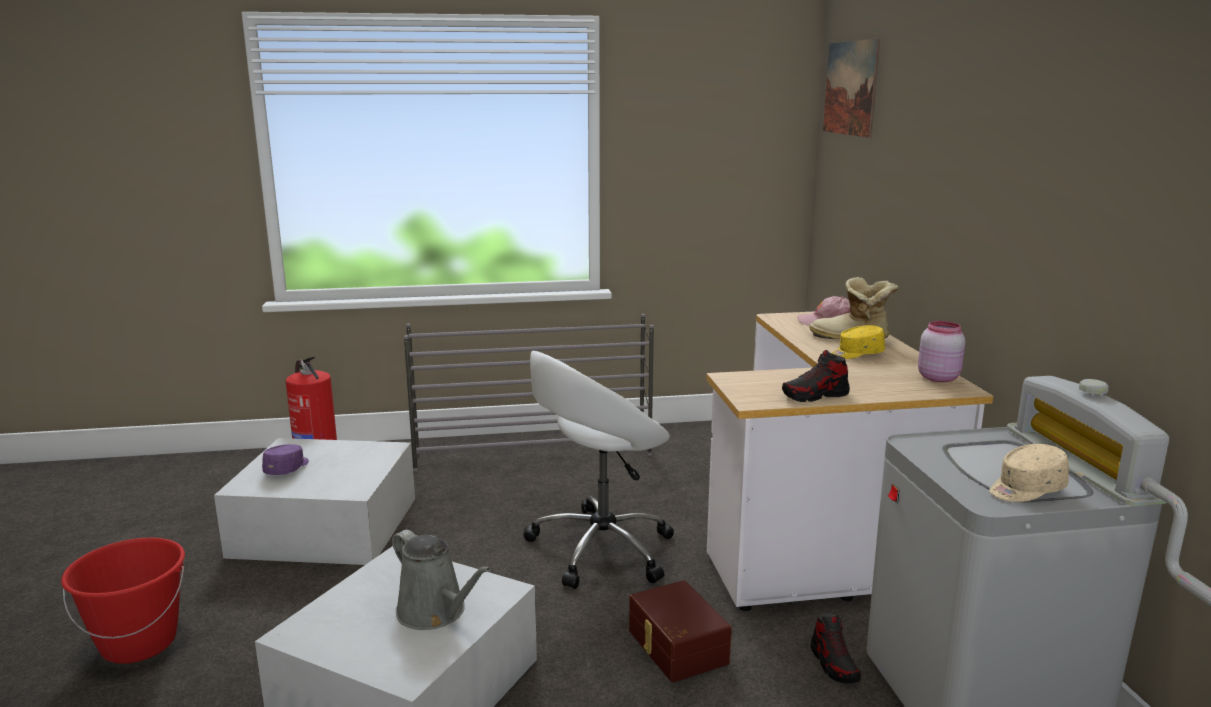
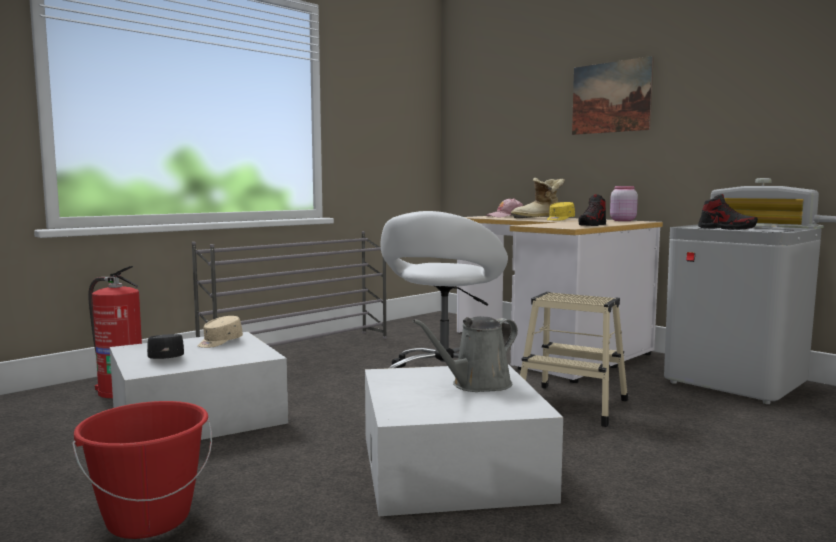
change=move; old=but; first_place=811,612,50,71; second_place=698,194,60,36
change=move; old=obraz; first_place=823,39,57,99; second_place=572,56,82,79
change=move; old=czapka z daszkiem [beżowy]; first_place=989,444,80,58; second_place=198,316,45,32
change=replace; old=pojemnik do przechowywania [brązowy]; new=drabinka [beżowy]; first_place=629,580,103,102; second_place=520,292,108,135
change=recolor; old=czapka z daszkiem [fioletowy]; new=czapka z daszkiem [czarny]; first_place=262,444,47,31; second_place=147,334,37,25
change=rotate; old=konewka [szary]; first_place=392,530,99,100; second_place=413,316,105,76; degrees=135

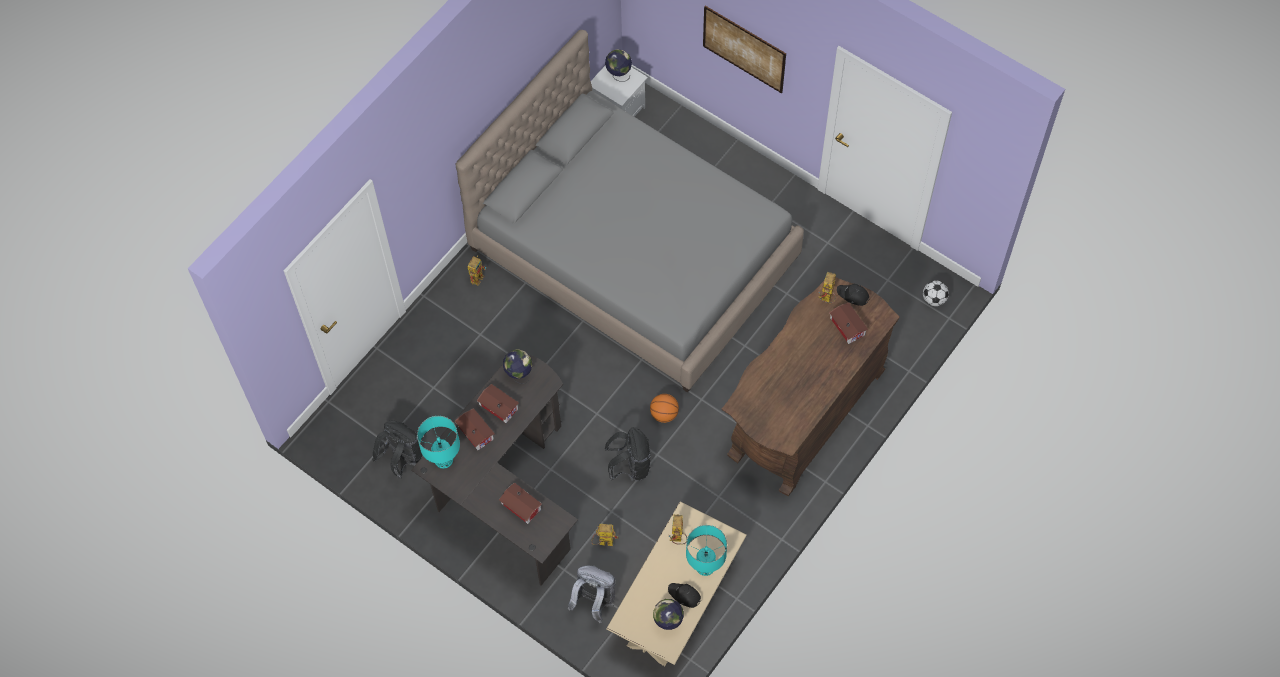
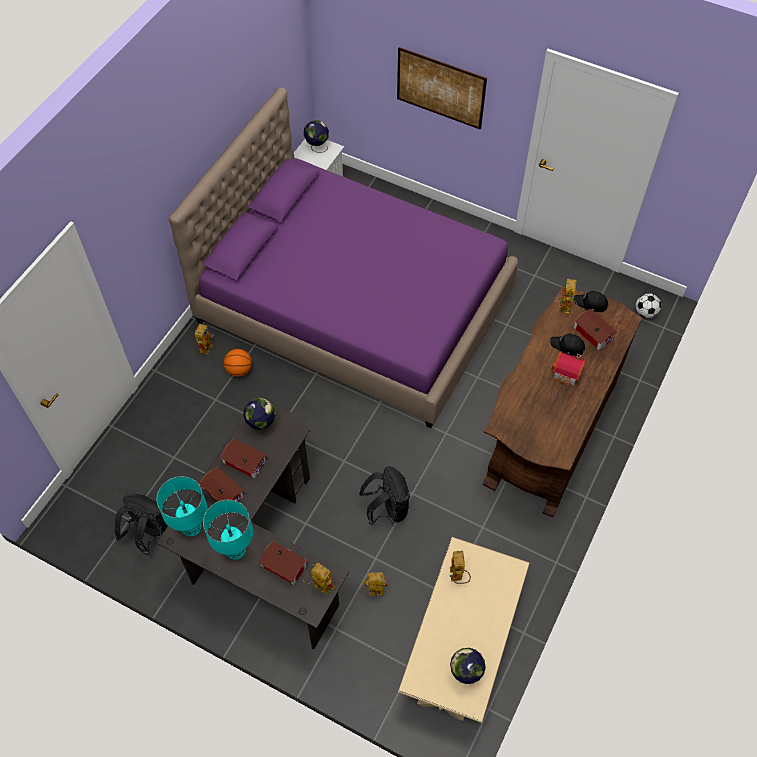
change=delete; old=plecak [szary]; first_place=567,565,48,58
change=insert; new=robot zabawkowy; second_place=303,563,33,32
change=insert; new=domek; second_place=551,351,35,38
change=move; old=piłka do koszykówki; first_place=650,394,29,29; second_place=224,349,28,28
change=move; old=czapka z daszkiem [czarny]; first_place=668,583,33,25; second_place=550,333,35,23
change=move; old=lampa stołowa [turkusowy]; first_place=686,525,41,51; second_place=203,500,50,60
change=recolor; old=łóżko [szary]; new=łóżko [fioletowy]; first_place=456,30,348,363; second_place=169,87,349,341

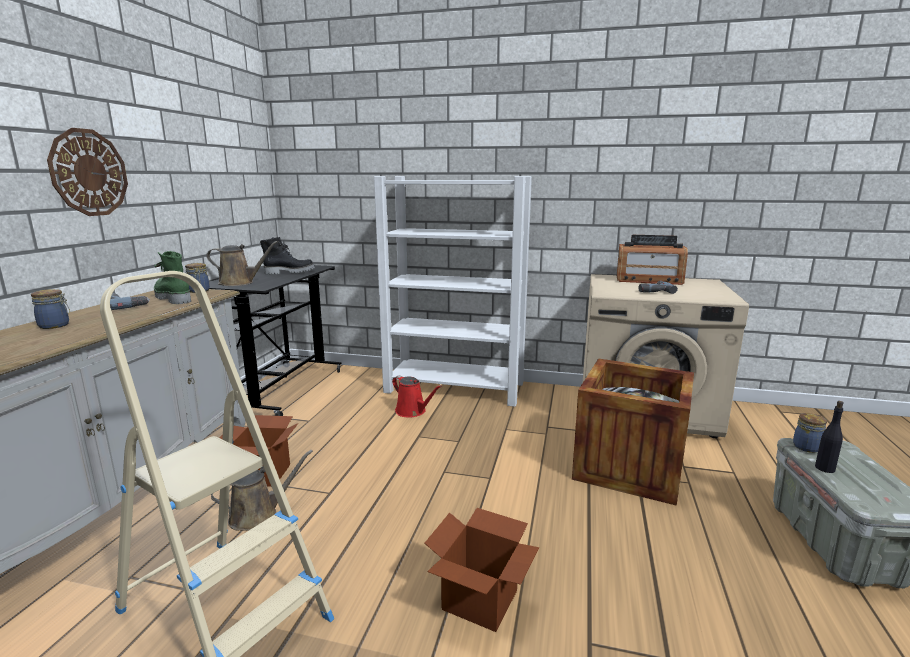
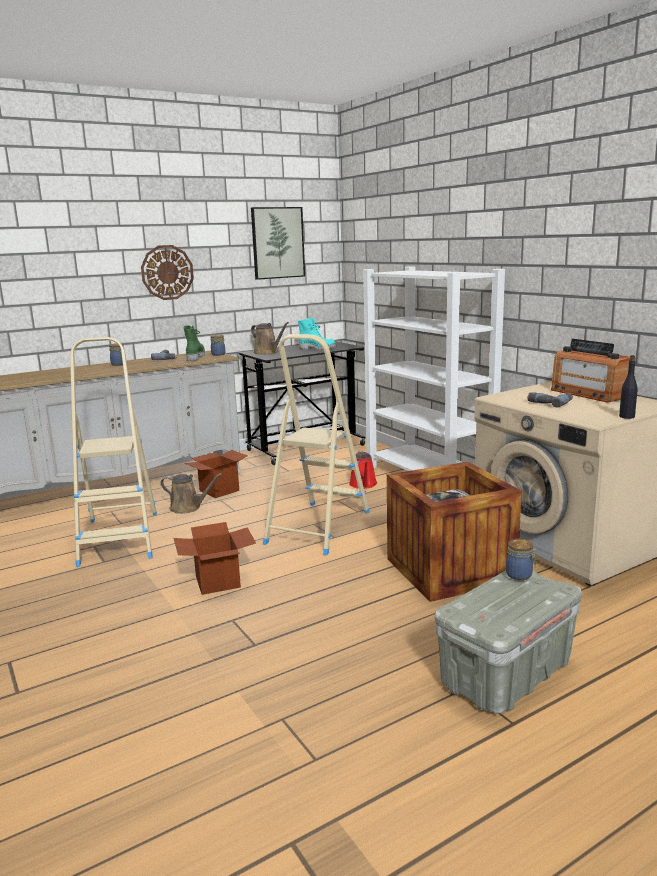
change=insert; new=obraz; second_place=251,207,54,73
change=insert; new=drabinka [beżowy]; second_place=263,334,107,222
change=move; old=butelka [czarny]; first_place=815,401,29,72; second_place=619,355,19,64
change=recolor; old=but z cholewką [czarny]; new=but z cholewką [turkusowy]; first_place=260,237,55,38; second_place=298,318,39,32

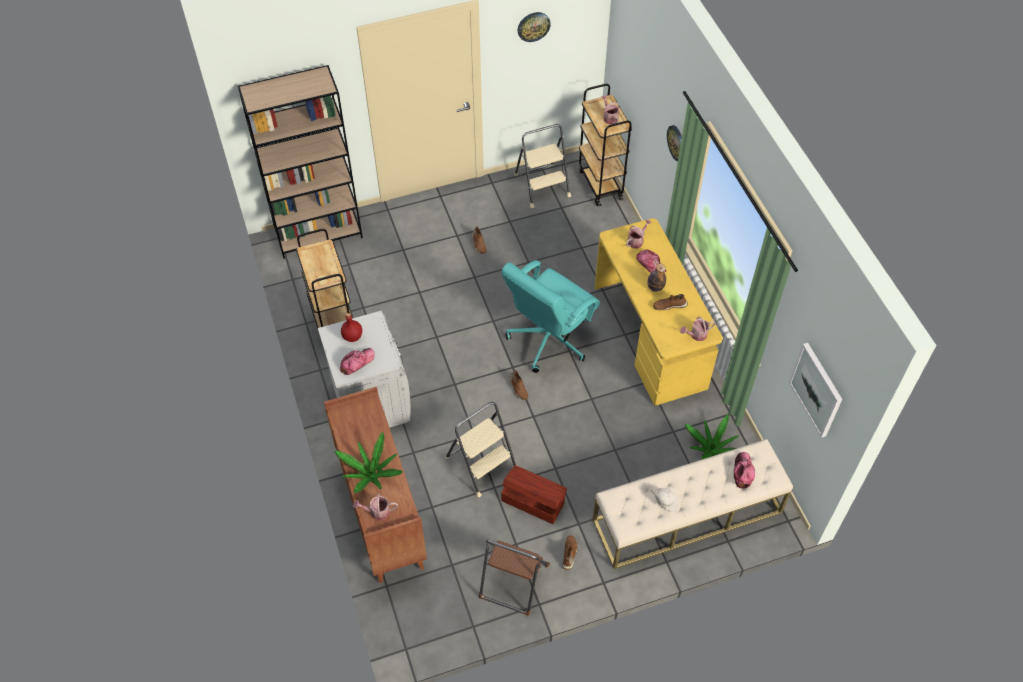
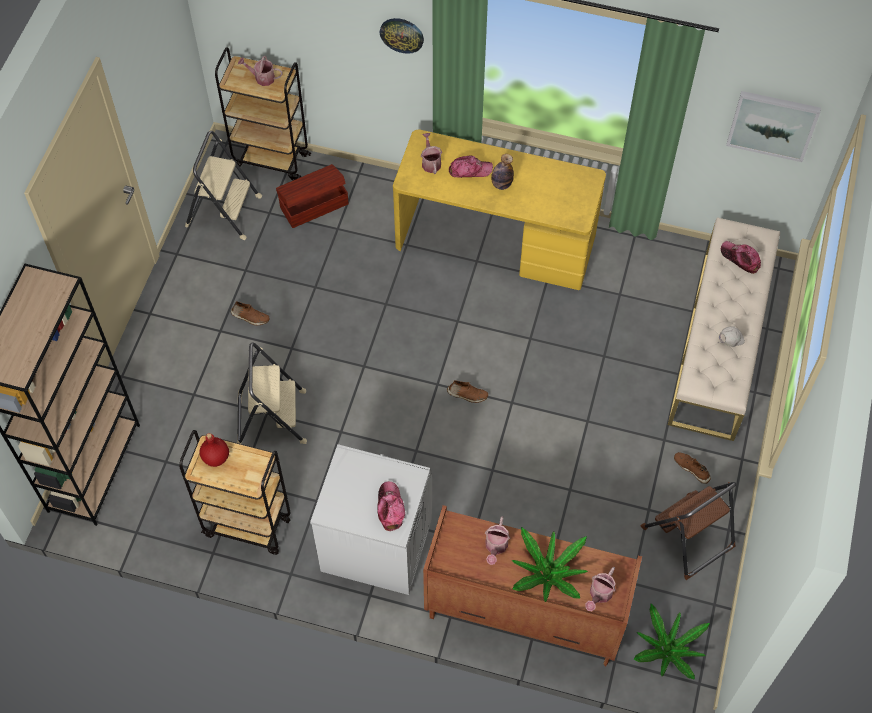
change=delete; old=krzesło biurowe [turkusowy]; first_place=502,260,98,113
change=delete; old=zegar ścienny; first_place=518,12,33,30
change=delete; old=but [brązowy]; first_place=653,294,35,16
change=move; old=butelka [czerwony]; first_place=341,313,21,29; second_place=199,433,30,34
change=move; old=drabinka [beżowy]; first_place=445,402,72,95; second_place=237,343,70,101
change=move; old=pojemnik do przechowywania [brązowy]; first_place=501,465,66,59; second_place=276,164,73,64
change=move; old=konewka; first_place=680,317,36,24; second_place=485,516,26,49
change=move; old=roślina doniczkowa; first_place=685,415,54,45; second_place=634,604,76,76

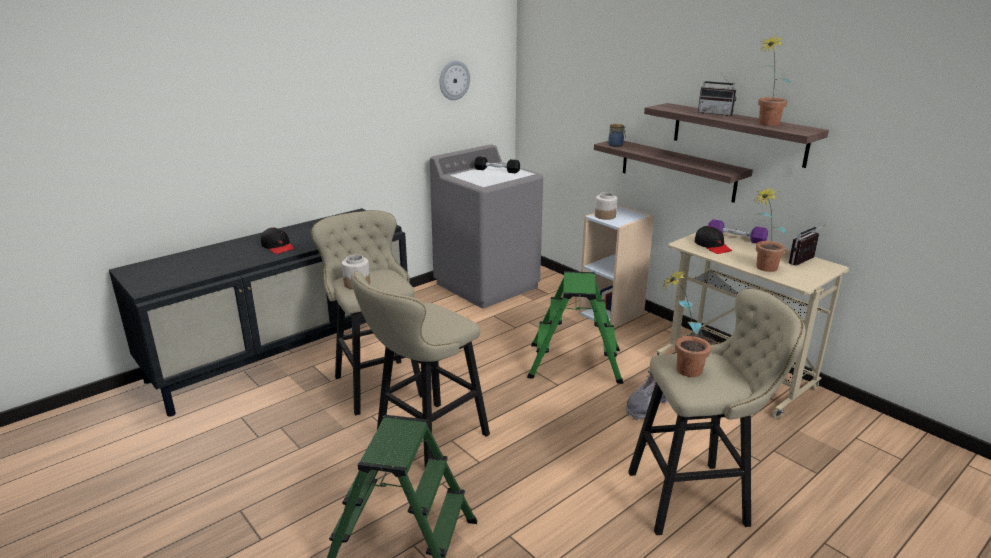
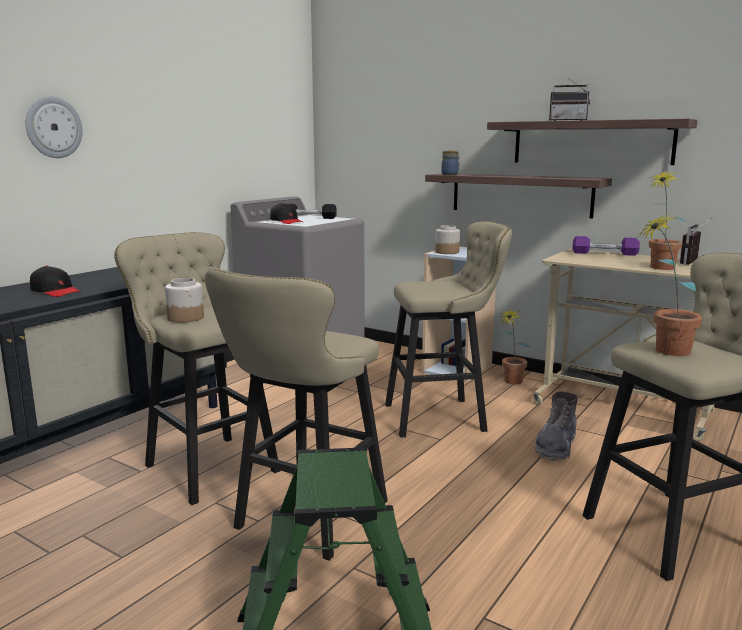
change=move; old=zegar ścienny; first_place=439,61,31,39; second_place=26,96,56,62
change=move; old=czapka z daszkiem [czarny]; first_place=695,226,37,28; second_place=270,203,34,21
change=move; old=roślina doniczkowa; first_place=758,34,33,92; second_place=498,307,32,77
change=replace; old=drabinka [zielony]; new=stołek [beżowy]; first_place=527,271,96,113; second_place=385,221,127,217

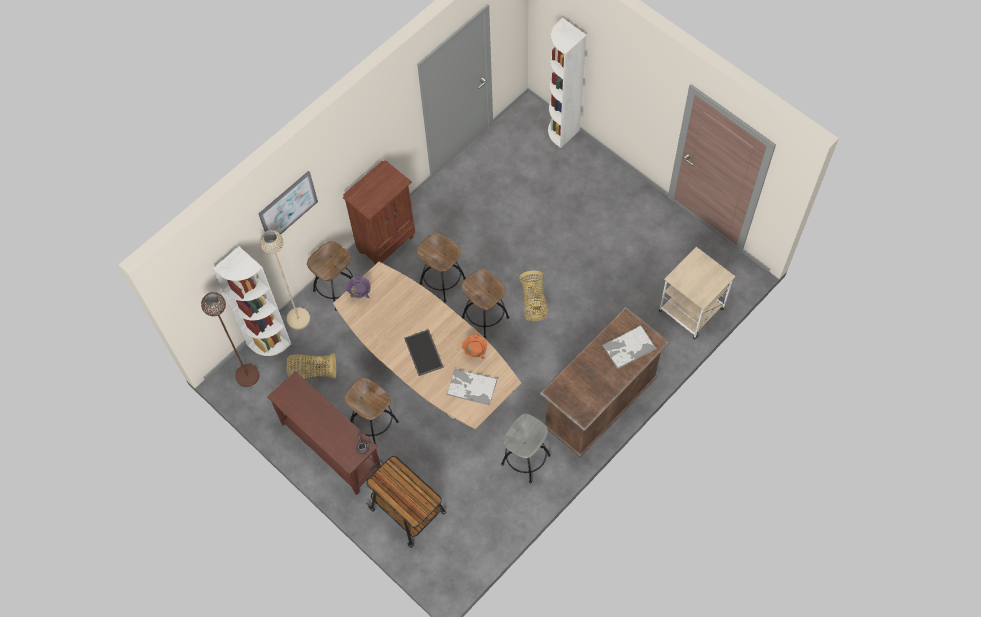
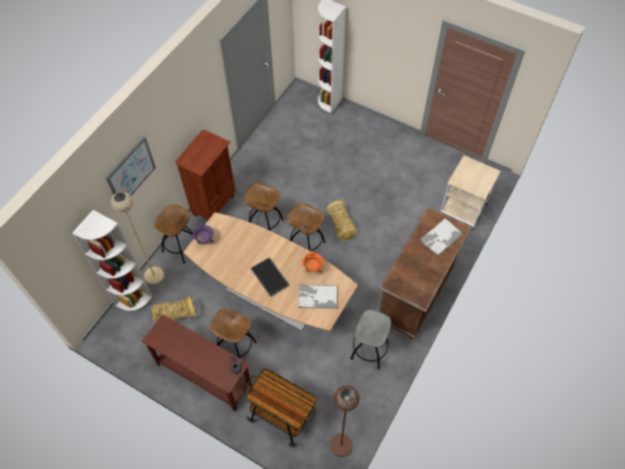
change=move; old=lampa stojąca [brązowy]; first_place=201,292,58,95; second_place=330,386,29,71

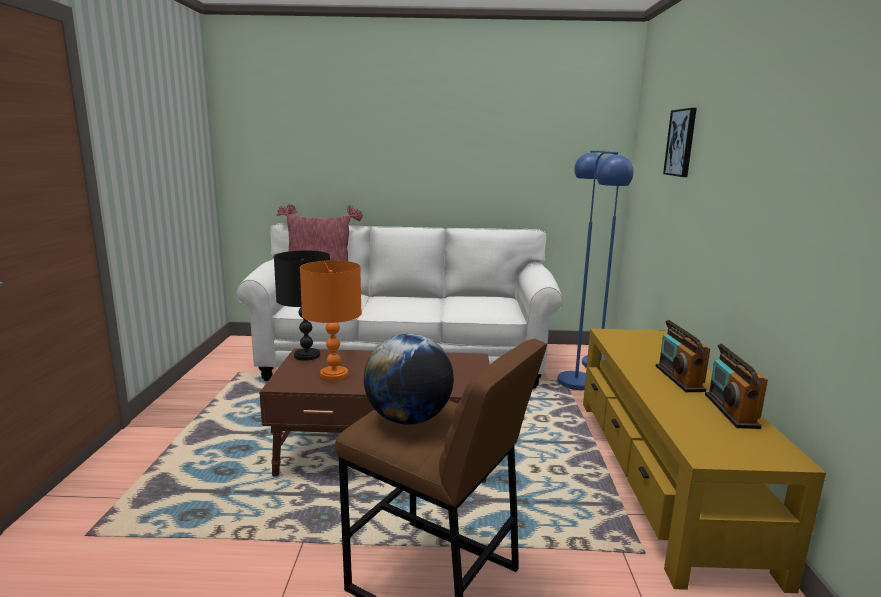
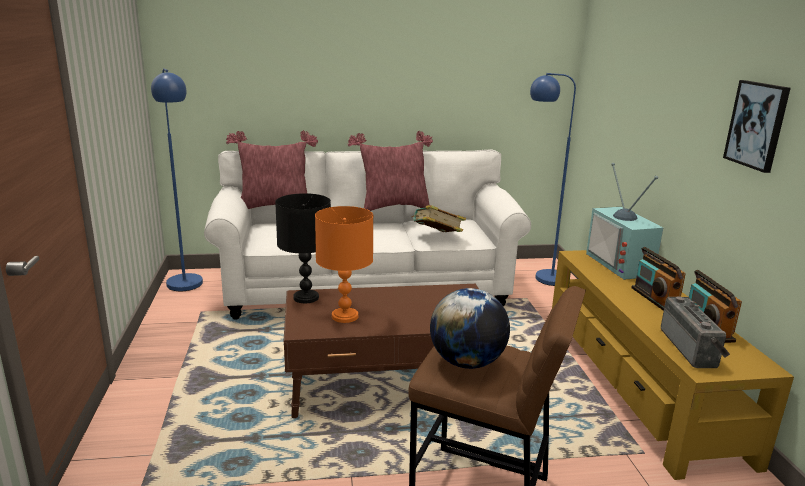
change=insert; new=poduszka [czerwony]; second_place=348,131,85,80
change=insert; new=książka; second_place=412,205,54,27
change=insert; new=telewizor; second_place=586,163,77,117
change=insert; new=radio; second_place=661,296,69,72
change=move; old=lampa stojąca [niebieski]; first_place=557,152,77,238; second_place=151,68,52,223
change=move; old=obraz; first_place=663,108,34,69; second_place=723,80,68,93

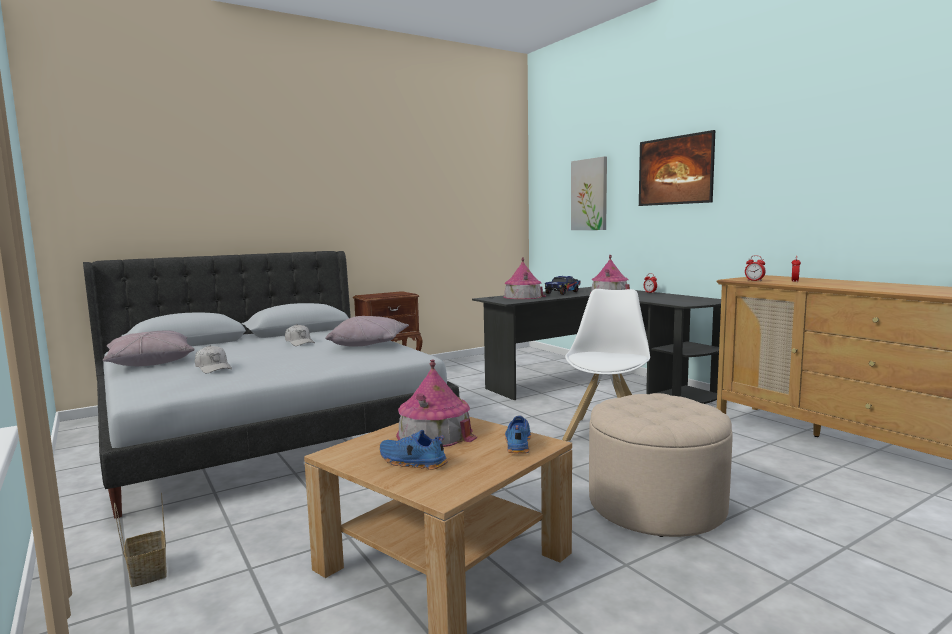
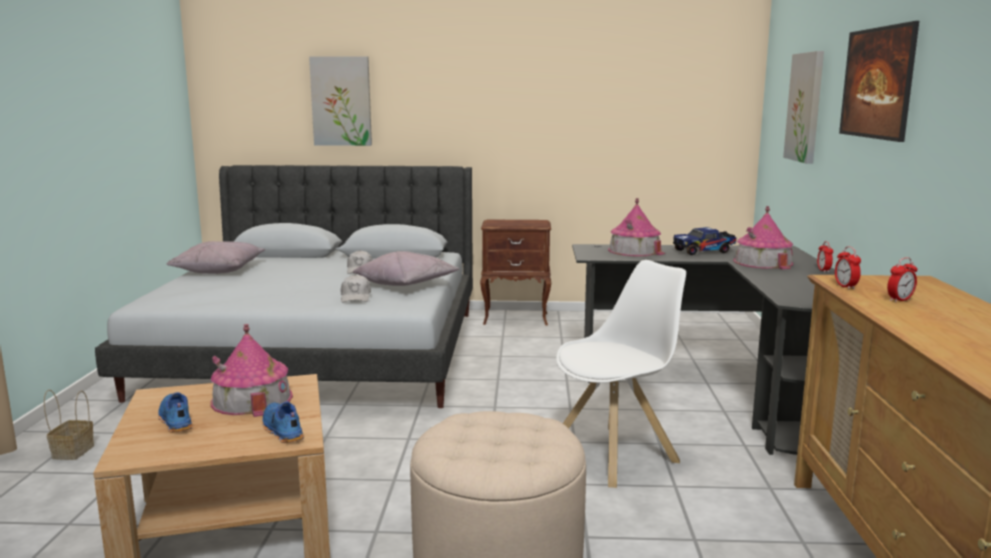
change=insert; new=obraz; second_place=309,56,63,90
change=move; old=czapka z daszkiem [biały]; first_place=195,345,37,28; second_place=341,274,30,29
change=rotate; old=but [niebieski]; first_place=505,416,26,38; second_place=262,401,42,42; degrees=-75

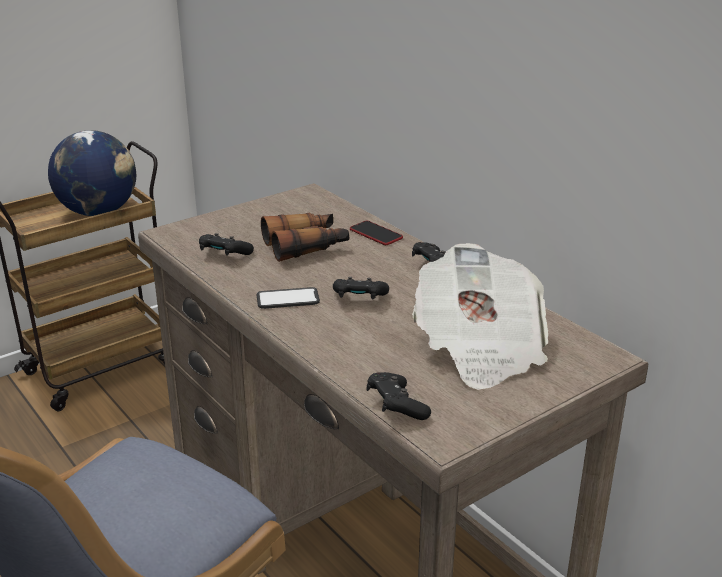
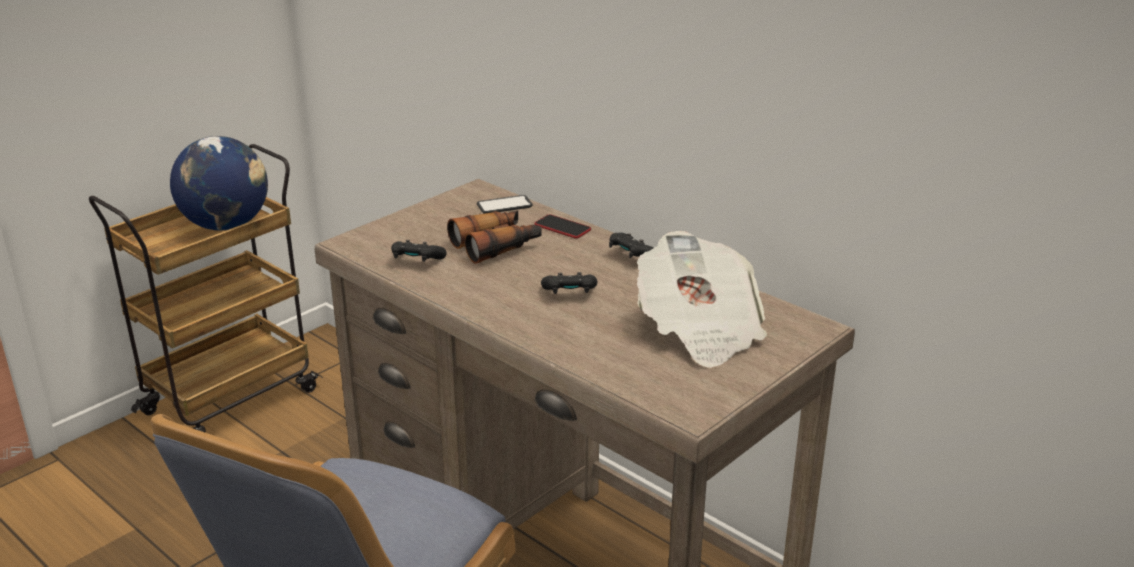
change=delete; old=pad do gier [czarny]; first_place=366,372,65,48
change=move; old=telefon; first_place=256,287,64,22; second_place=477,195,56,19

